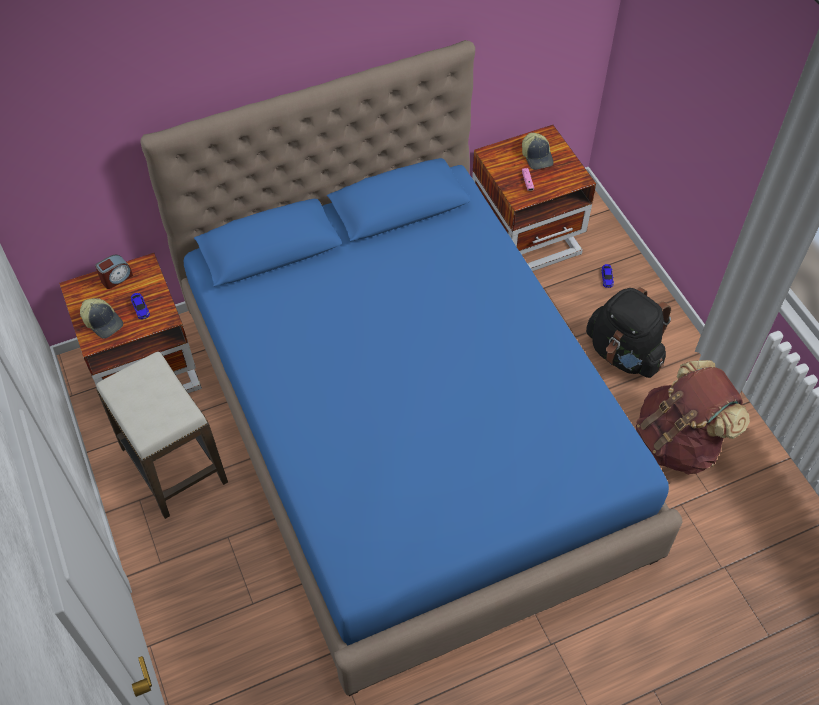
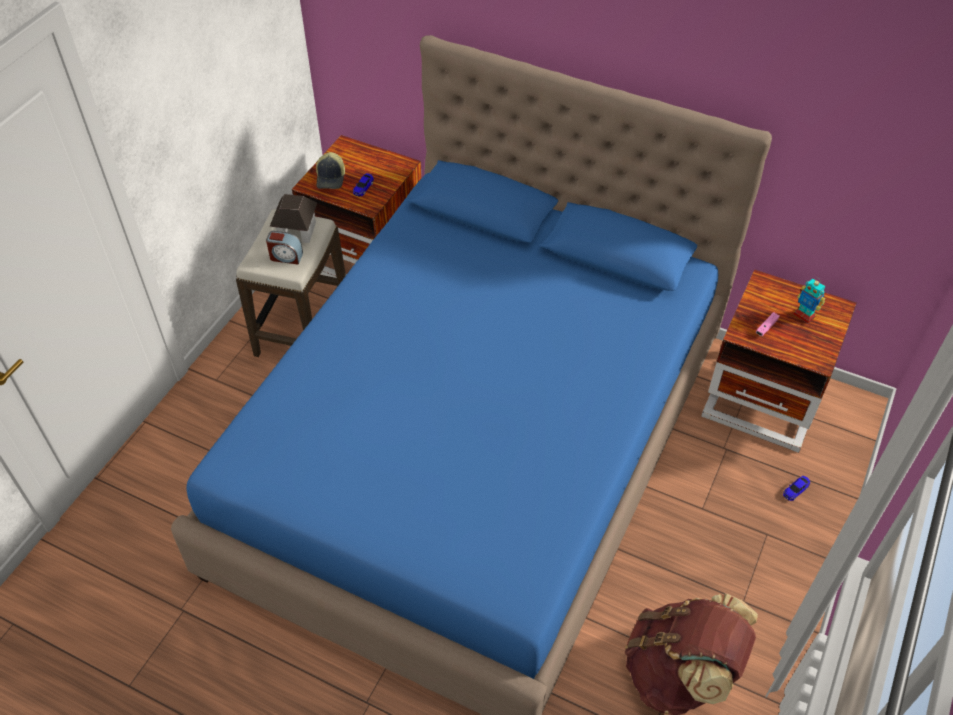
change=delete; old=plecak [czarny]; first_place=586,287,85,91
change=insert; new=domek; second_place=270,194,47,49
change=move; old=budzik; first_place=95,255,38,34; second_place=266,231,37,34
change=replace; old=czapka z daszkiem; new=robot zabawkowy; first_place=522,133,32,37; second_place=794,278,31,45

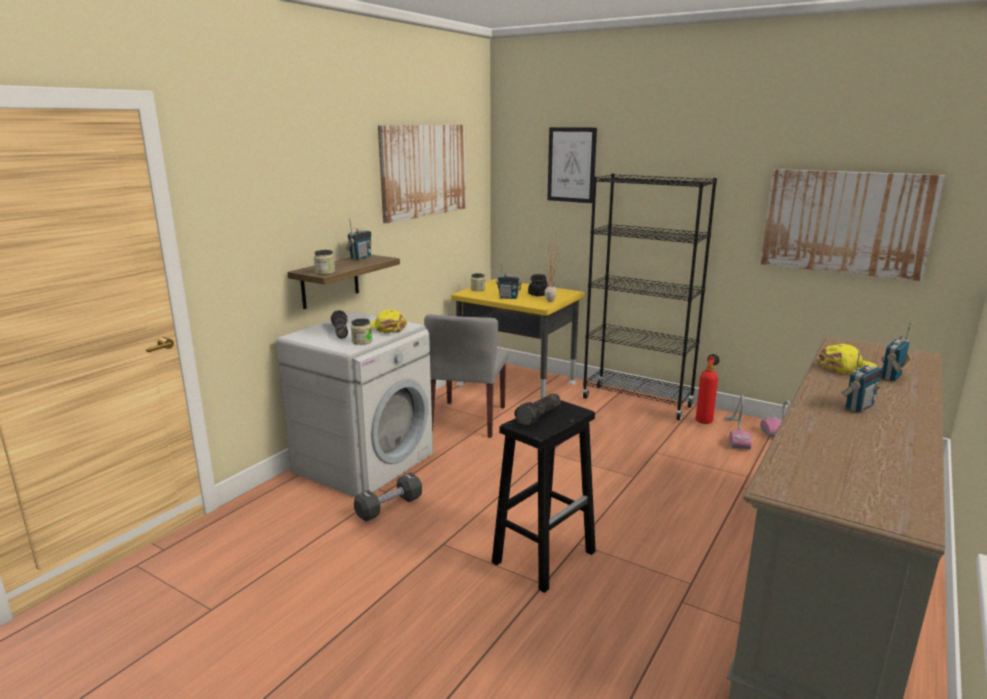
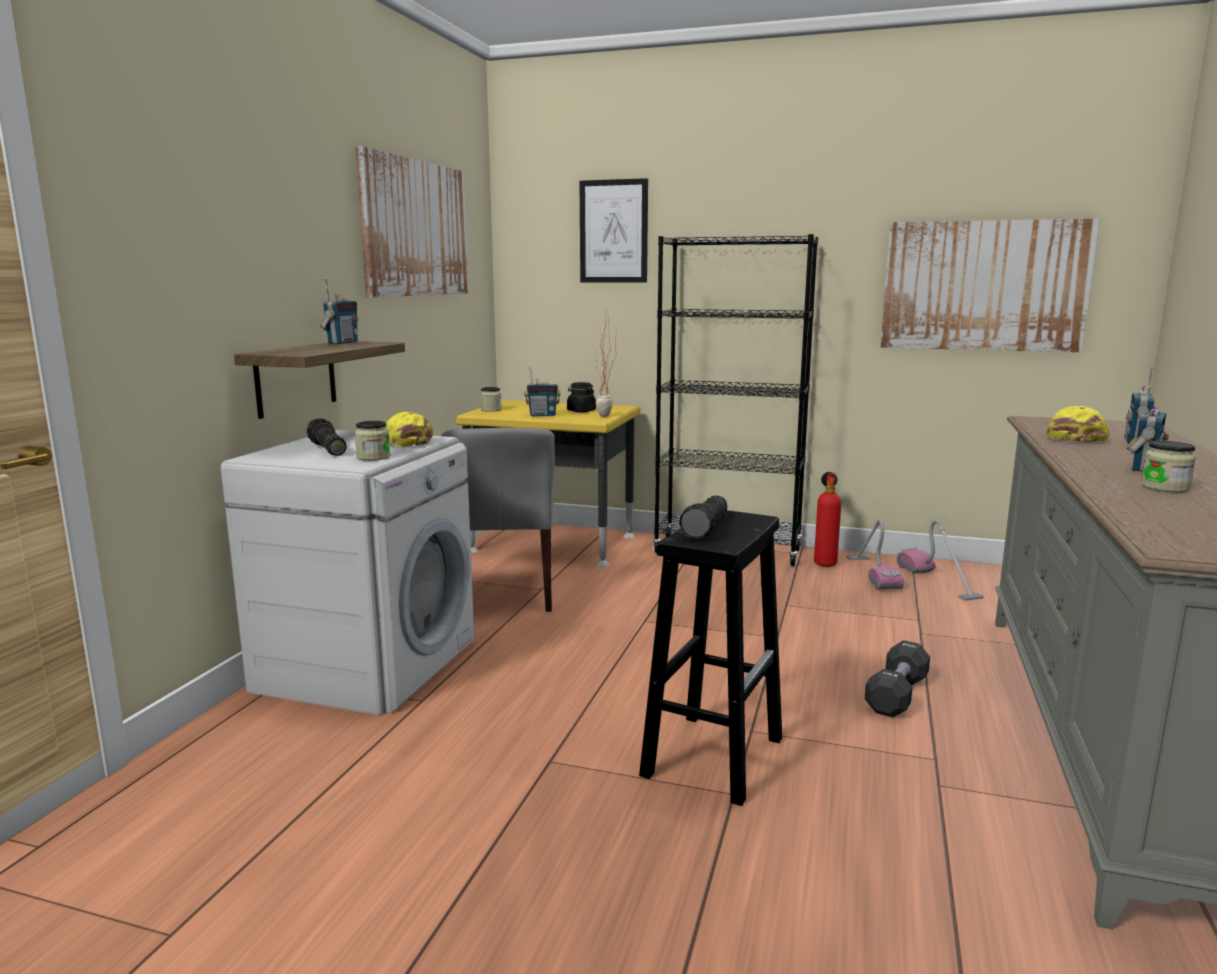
change=move; old=słoik; first_place=314,250,21,24; second_place=1141,441,55,51
change=move; old=hantel [czarny]; first_place=354,472,68,50; second_place=865,640,65,78
change=rotate; old=czapka z daszkiem [żółty]; first_place=817,344,60,30; second_place=1046,406,64,36; degrees=-45

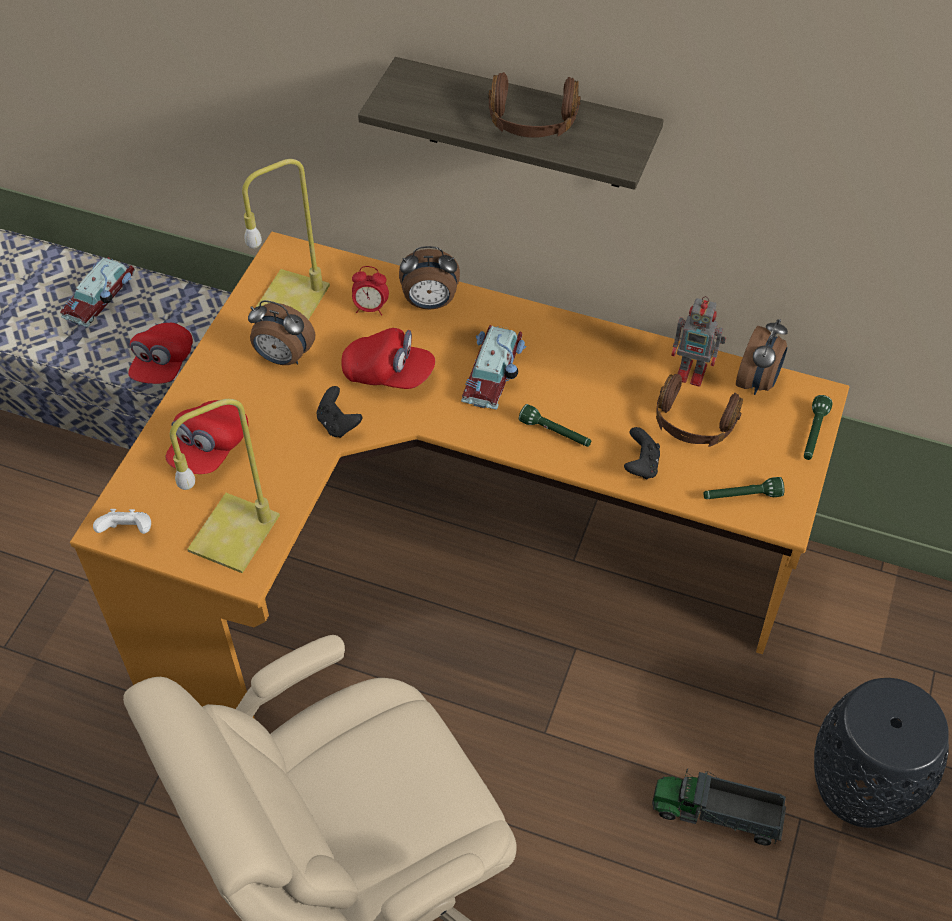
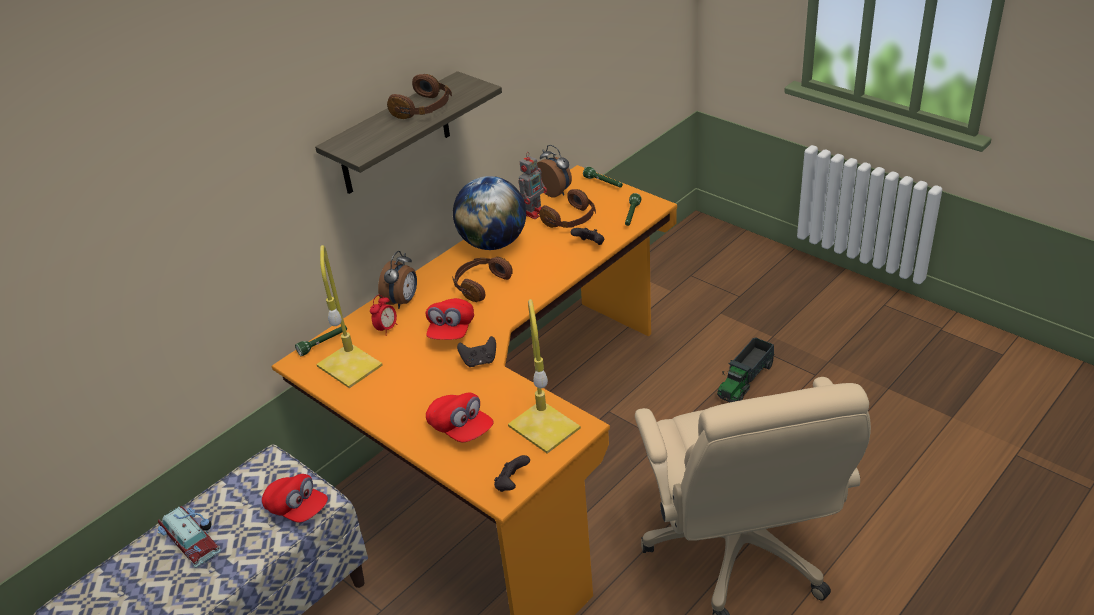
change=delete; old=budzik; first_place=248,300,67,65
change=delete; old=stołek [czarny]; first_place=814,678,135,150
change=insert; new=globus; second_place=453,176,73,74
change=move; old=latarka [zielony]; first_place=519,404,72,43; second_place=295,325,52,31
change=replace; old=samochodzik; new=słuchawki [brązowy]; first_place=461,325,66,85; second_place=452,257,61,45
change=recolor; old=pad do gier [biały]; new=pad do gier [czarny]; first_place=93,509,58,25; second_place=494,455,36,37
change=rotate; old=czapka z daszkiem [czerwony]; first_place=341,328,94,61; second_place=426,298,48,42; degrees=150

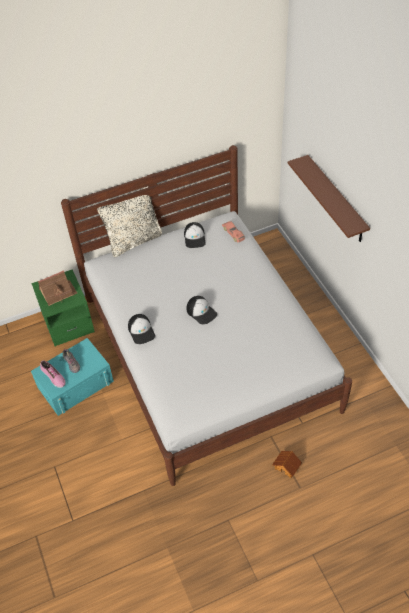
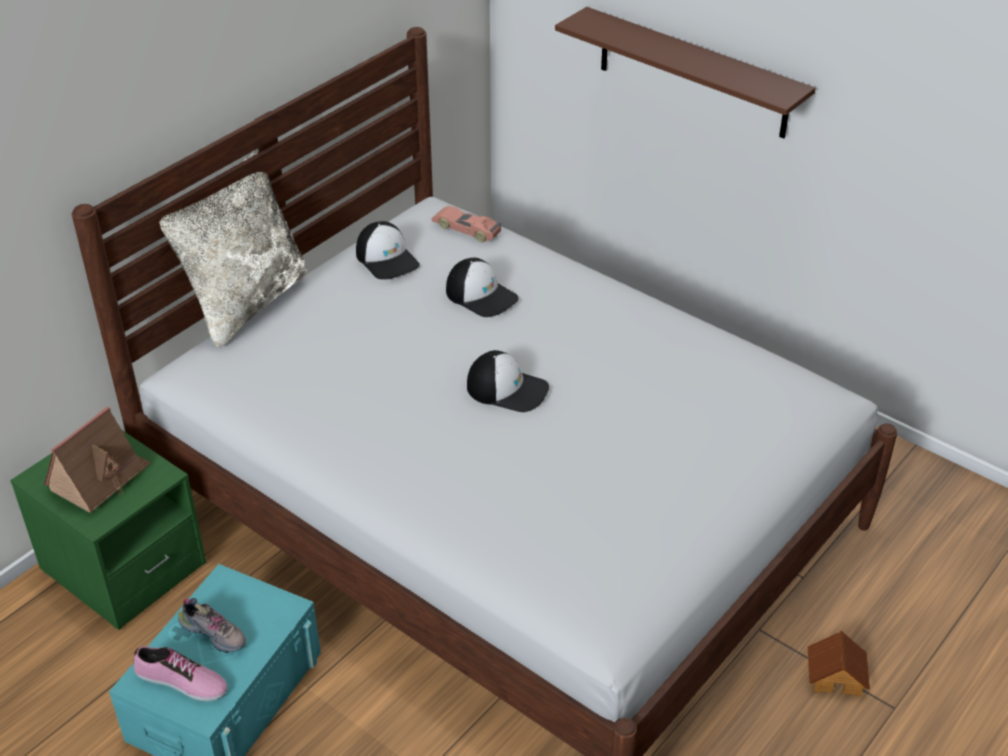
change=move; old=czapka z daszkiem; first_place=128,314,27,30; second_place=446,258,73,59

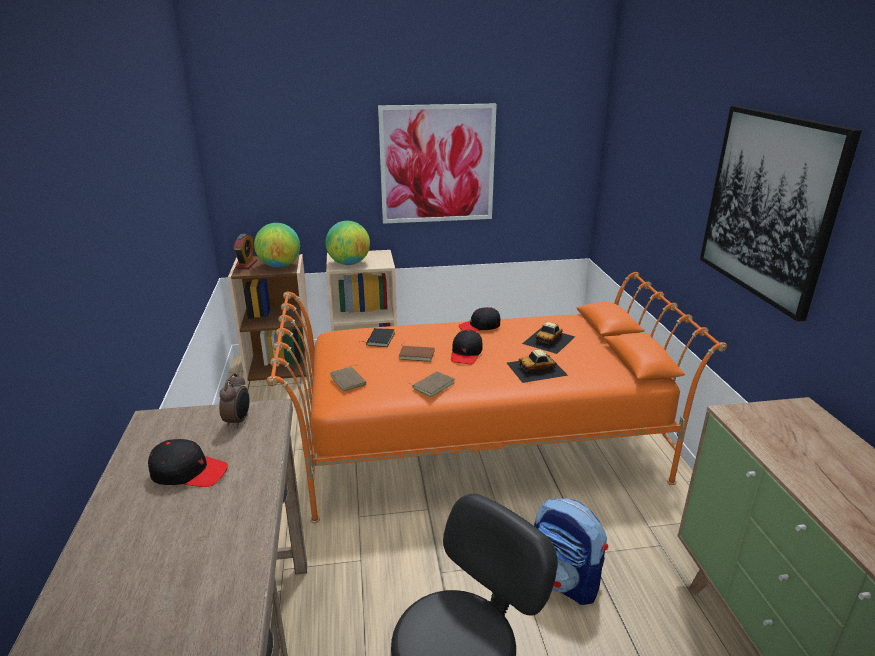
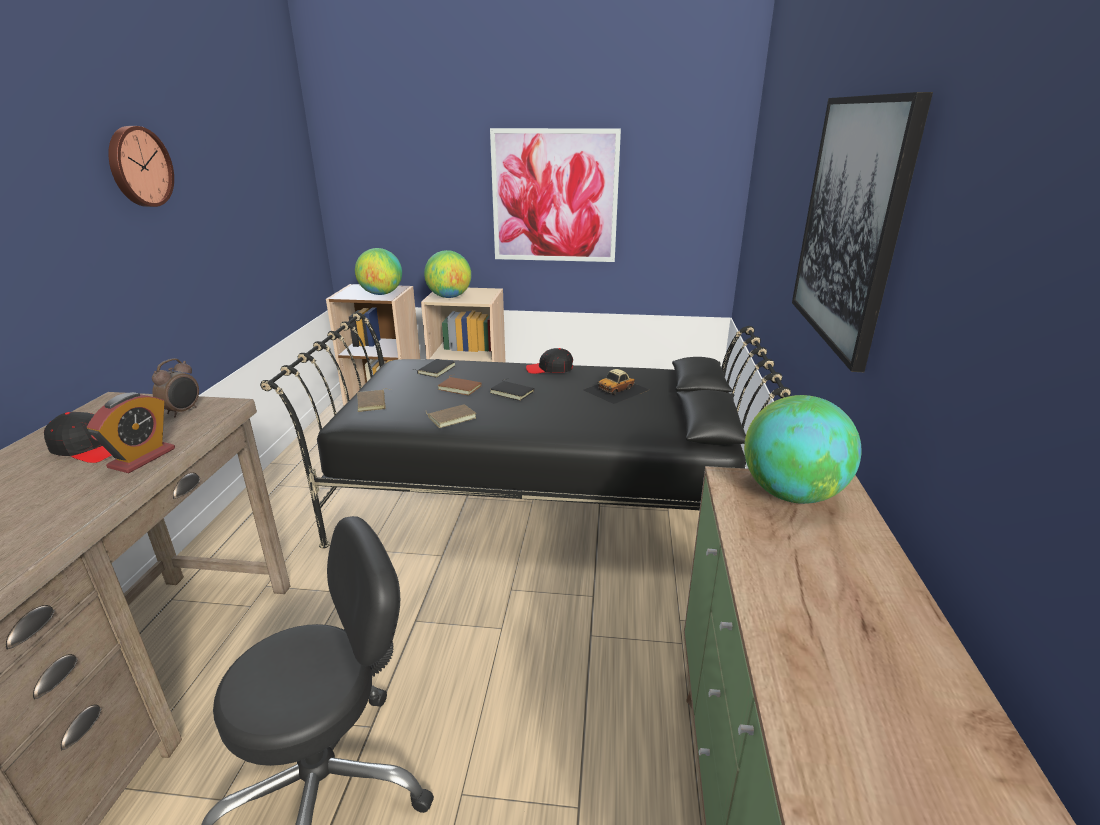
change=delete; old=samochodzik; first_place=507,350,61,33
change=delete; old=plecak; first_place=534,498,74,107
change=insert; new=zegar ścienny; second_place=108,126,66,81
change=insert; new=globus; second_place=744,395,117,109
change=move; old=budzik; first_place=234,234,23,35; second_place=87,392,88,81
change=replace; old=czapka z daszkiem [czarny]; new=książka [czarny]; first_place=451,330,32,34; second_place=490,379,44,22
change=recolor; old=łóżko [pomarańczowy]; new=łóżko [czarny]; first_place=266,272,461,251; second_place=260,312,531,237

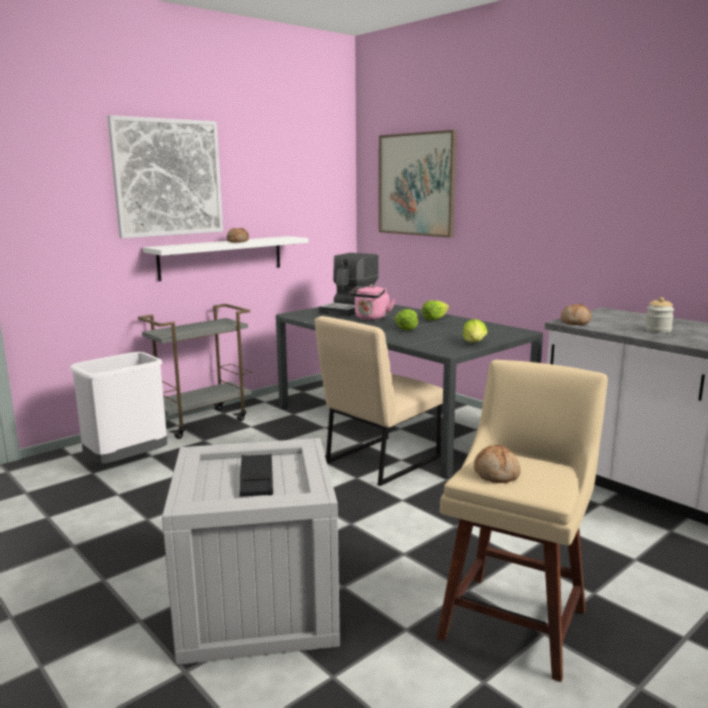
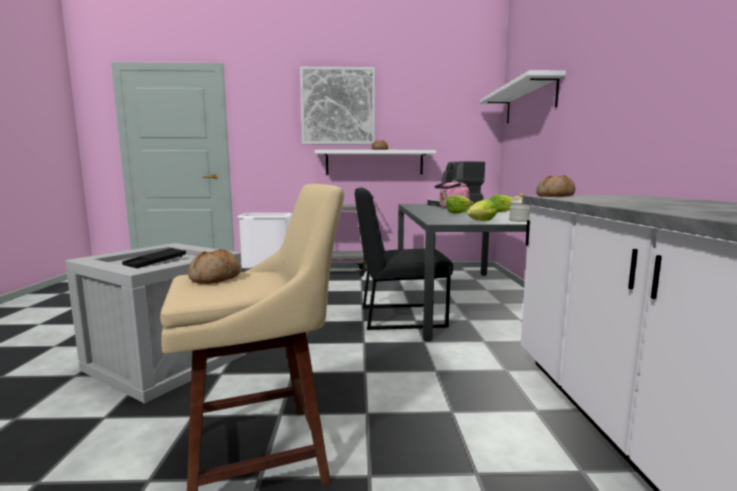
change=move; old=słoik; first_place=645,297,29,36; second_place=509,193,22,29
change=replace; old=obraz; new=półka [biały]; first_place=379,130,78,108; second_place=480,70,86,53
change=recolor; old=krzesło [beżowy]; new=krzesło [czarny]; first_place=315,316,128,170; second_place=355,188,98,142

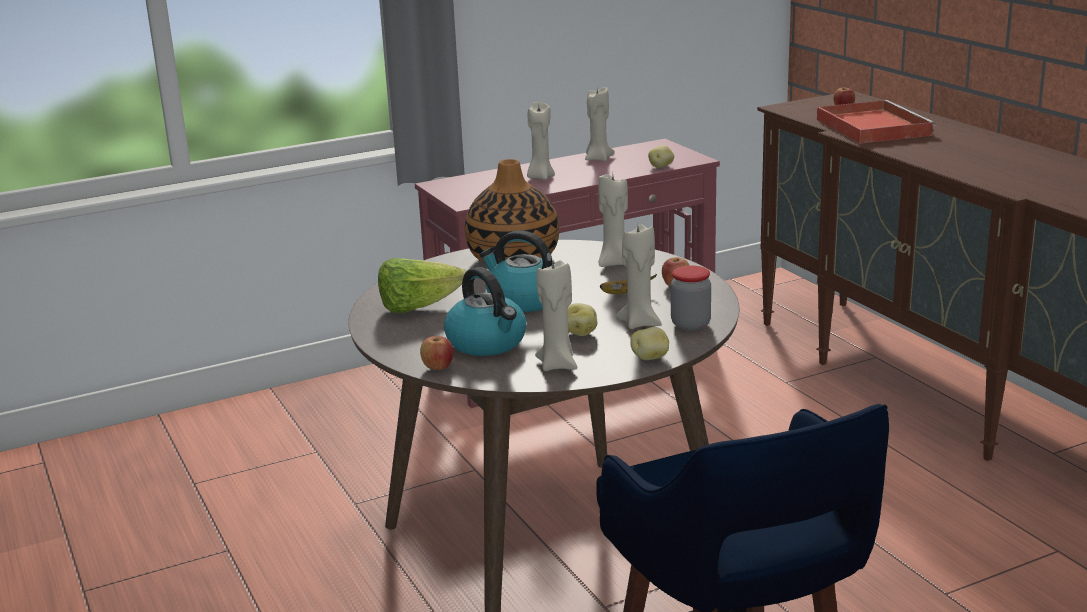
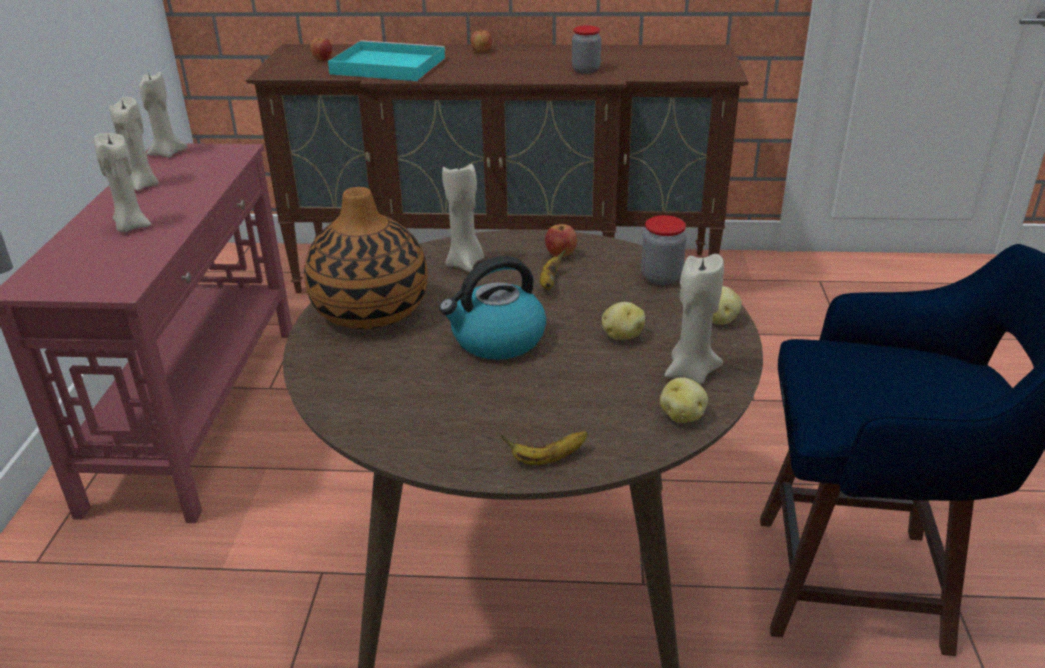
change=delete; old=sałata; first_place=378,258,88,55
change=delete; old=czajnik; first_place=444,267,83,89
change=insert; new=banan; second_place=501,431,87,34
change=insert; new=słoik; second_place=572,25,29,49
change=move; old=jabłko; first_place=420,336,34,34; second_place=471,30,21,23
change=move; old=świeca [beżowy]; first_place=616,224,46,105; second_place=139,72,49,86
change=move; old=ziemniak; first_place=648,145,26,23; second_place=660,377,48,46
change=recolor; old=taca [czerwony]; new=taca [turkusowy]; first_place=817,100,119,44; second_place=328,40,118,41

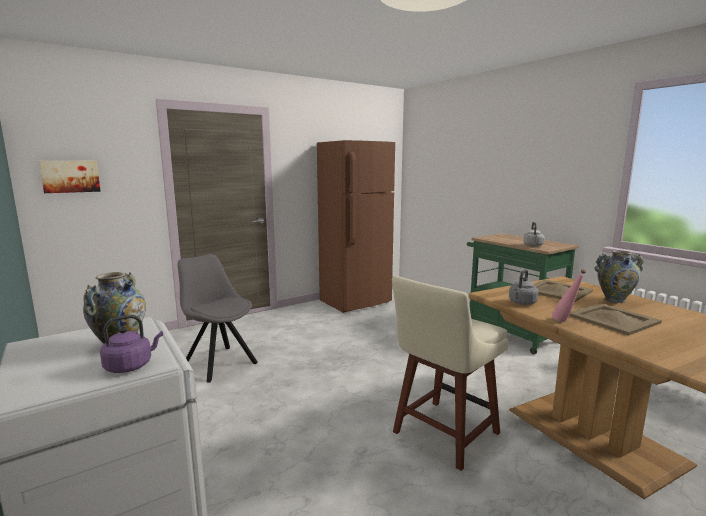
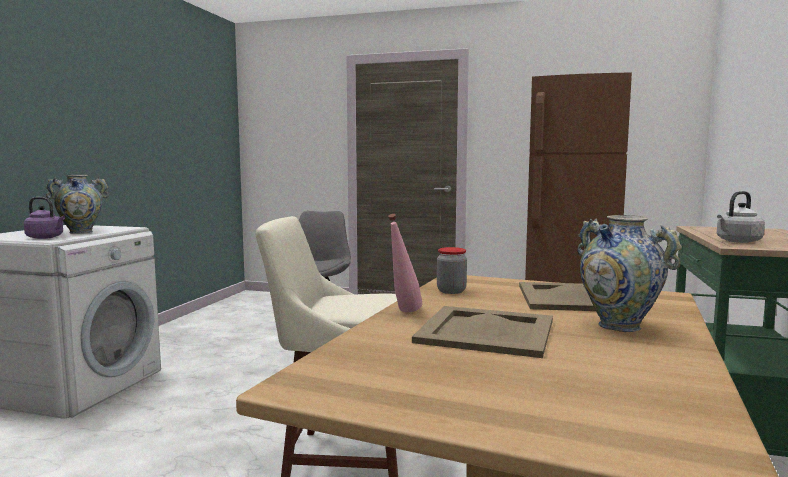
change=delete; old=obraz; first_place=39,161,62,32
change=replace; old=czajnik [szary]; new=słoik; first_place=509,269,30,36; second_place=437,247,30,47

